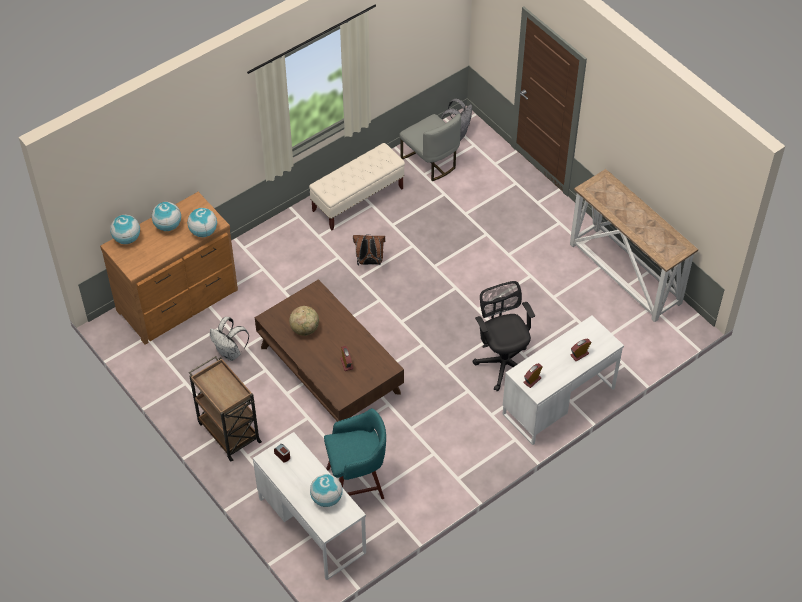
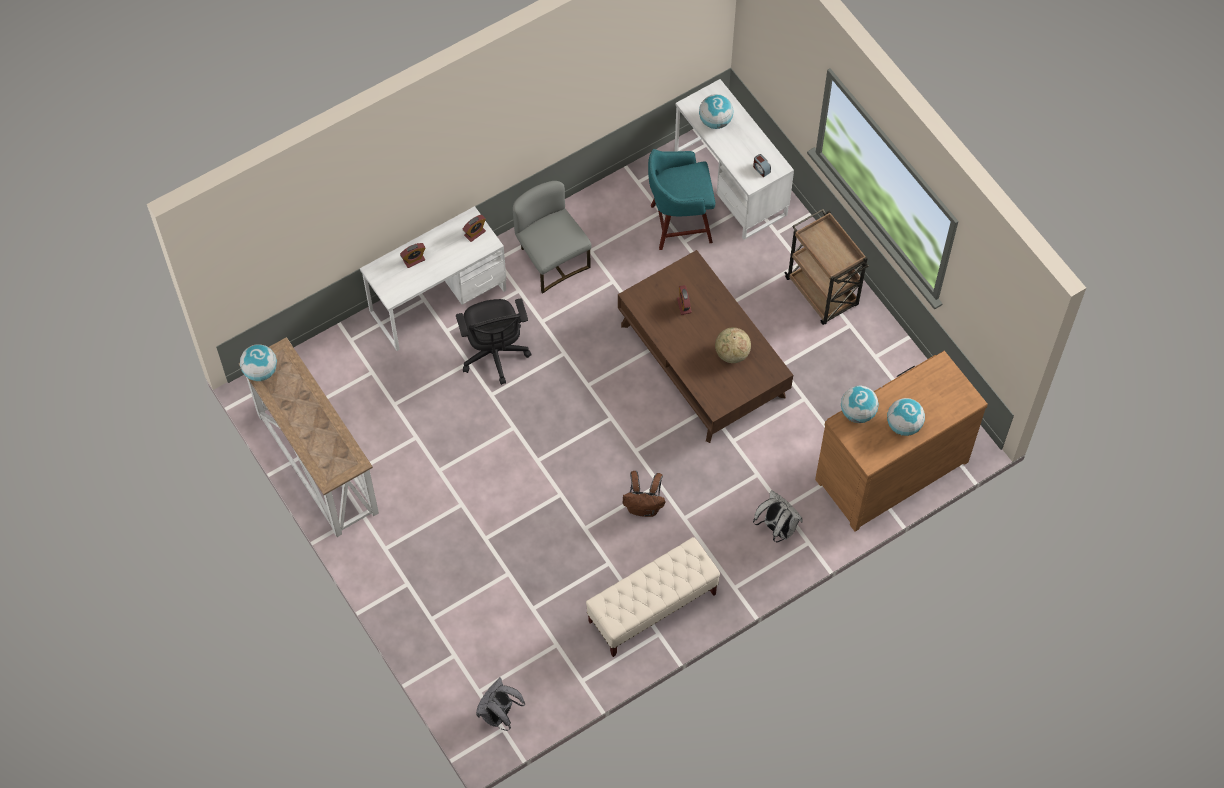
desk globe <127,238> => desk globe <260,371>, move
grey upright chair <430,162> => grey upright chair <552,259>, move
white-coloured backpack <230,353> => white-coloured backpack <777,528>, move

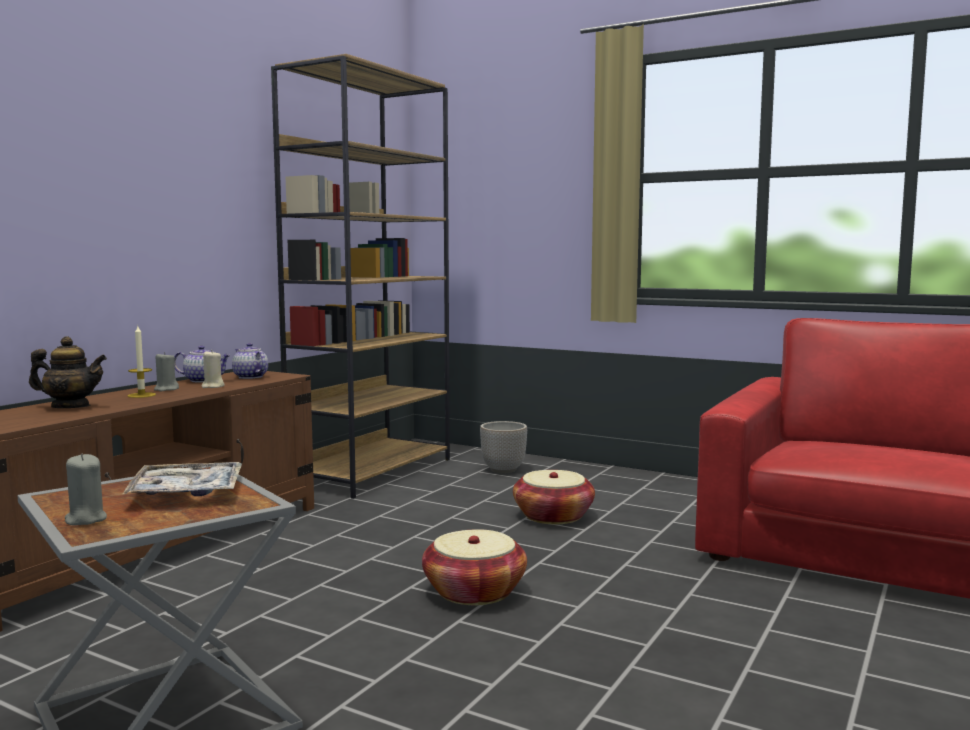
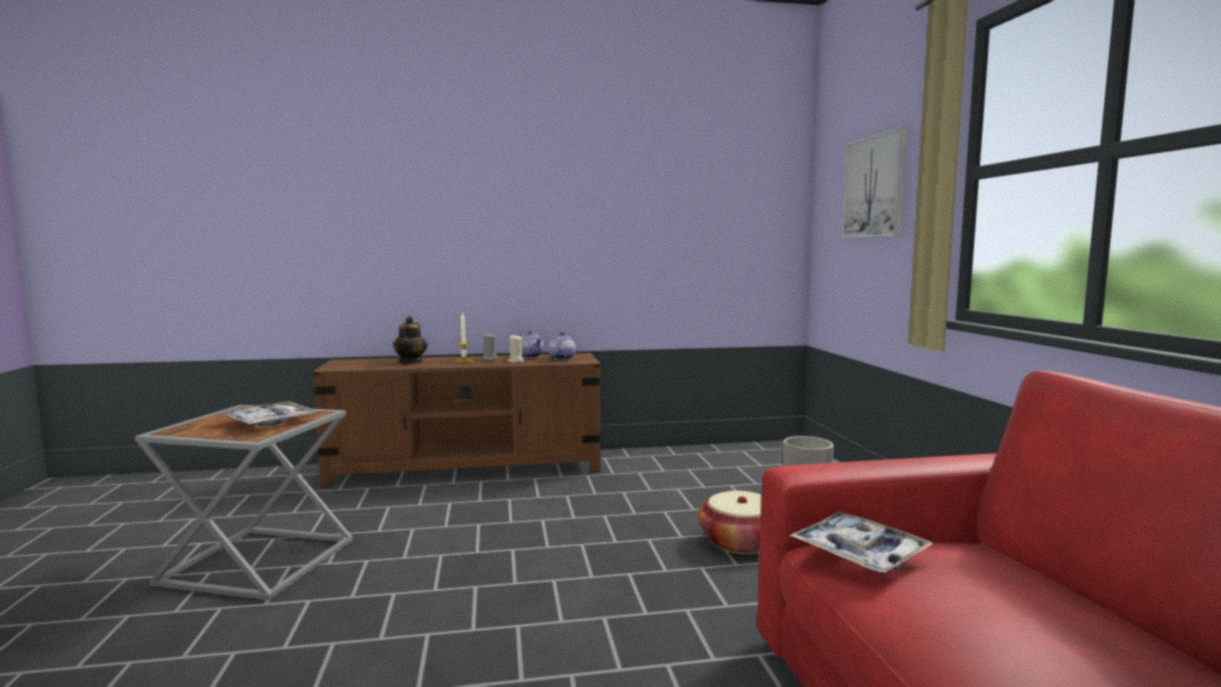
tea pot <70,407> => tea pot <411,362>, 45 degrees clockwise
nothing => carrying tray <859,553>
nothing => wall picture <875,187>
grey wax candle <85,519> => nothing
brown shelving unit <372,471> => nothing
storage basket <474,592> => nothing

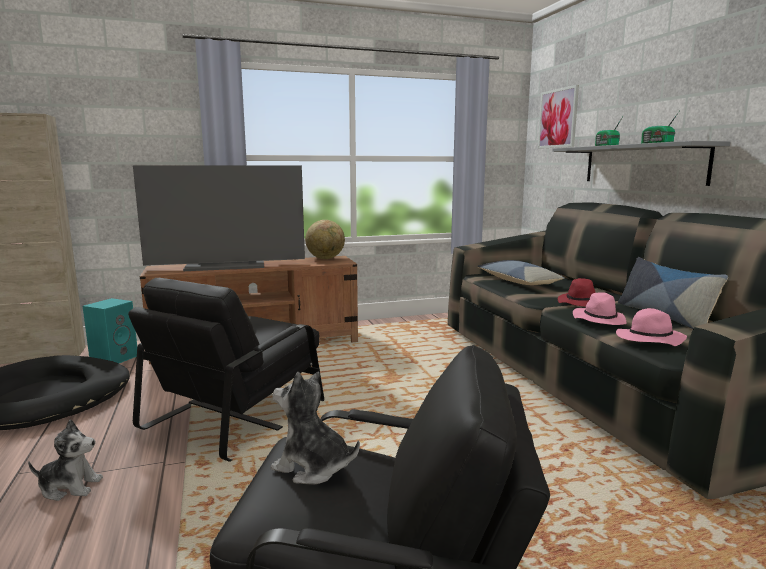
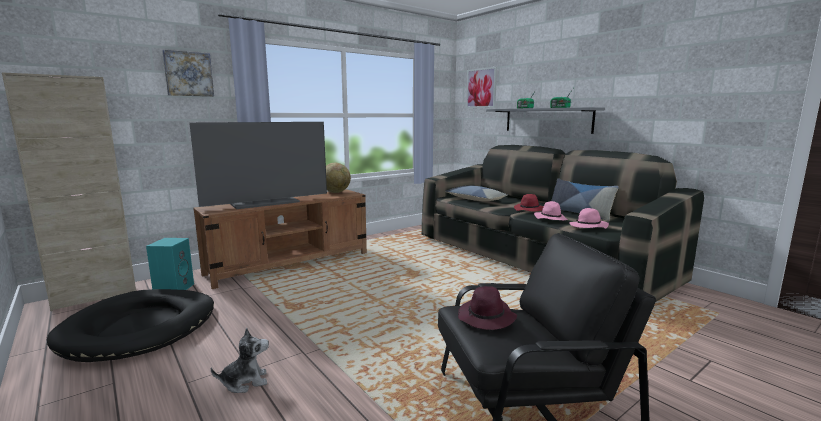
nothing => wall picture <188,74>
plush toy <312,467> => purplish clothing hat <486,318>
black-coloured easy chair <237,413> => nothing

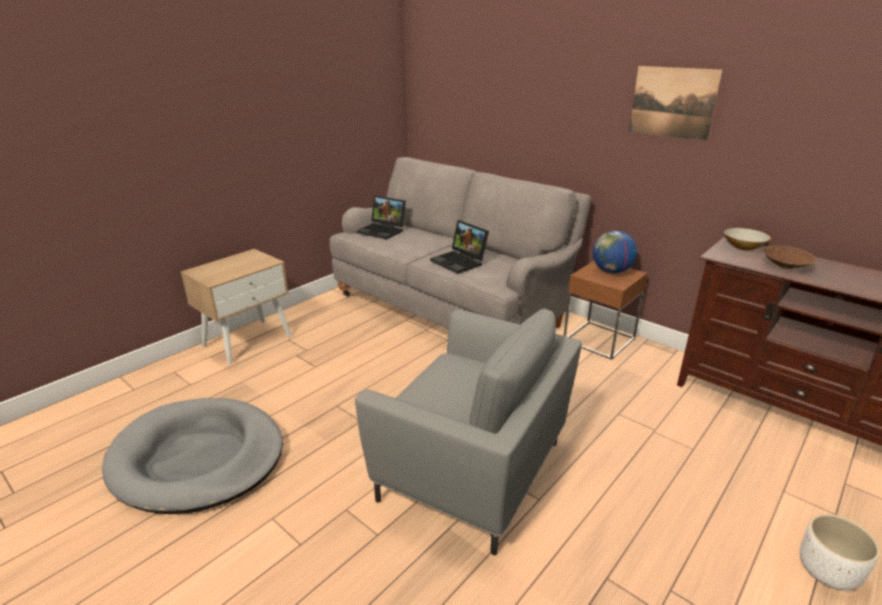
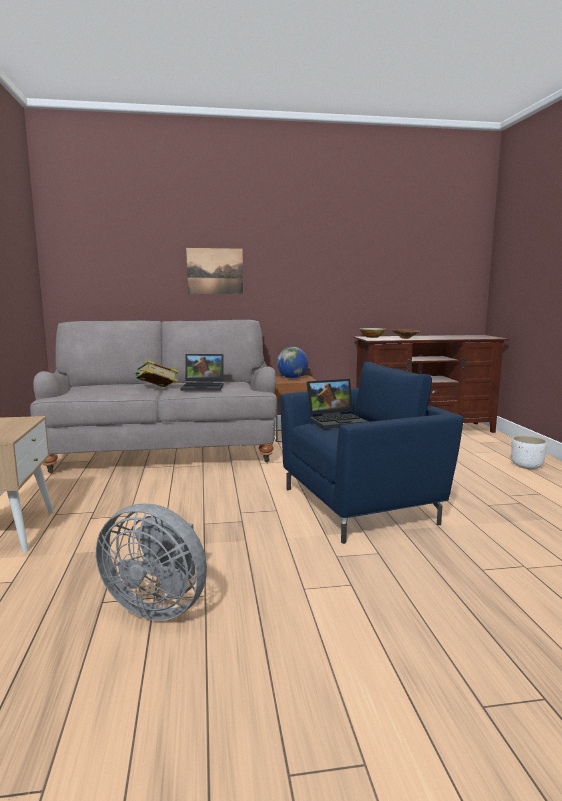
grey dog cushion <198,458> => grey cooling fan <158,605>
nothing => bound book <156,389>
wall picture <672,102> => wall picture <215,271>, move
grey easy chair <474,472> => bluish easy chair <361,505>
notebook computer <383,231> => notebook computer <336,420>, move

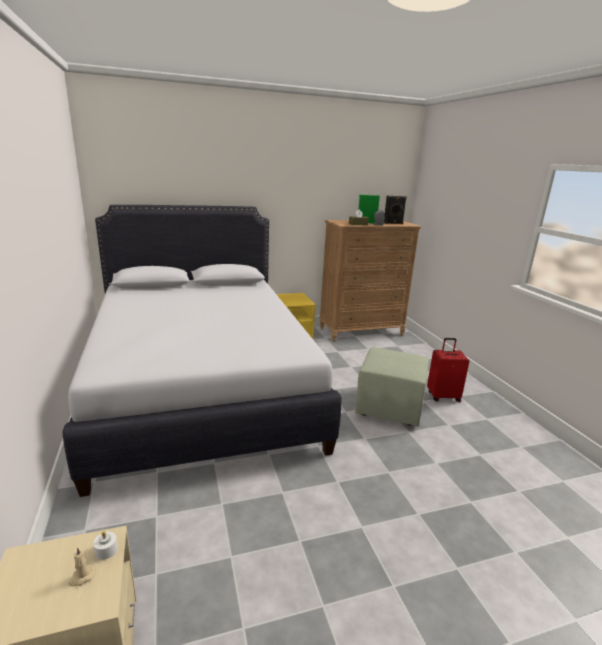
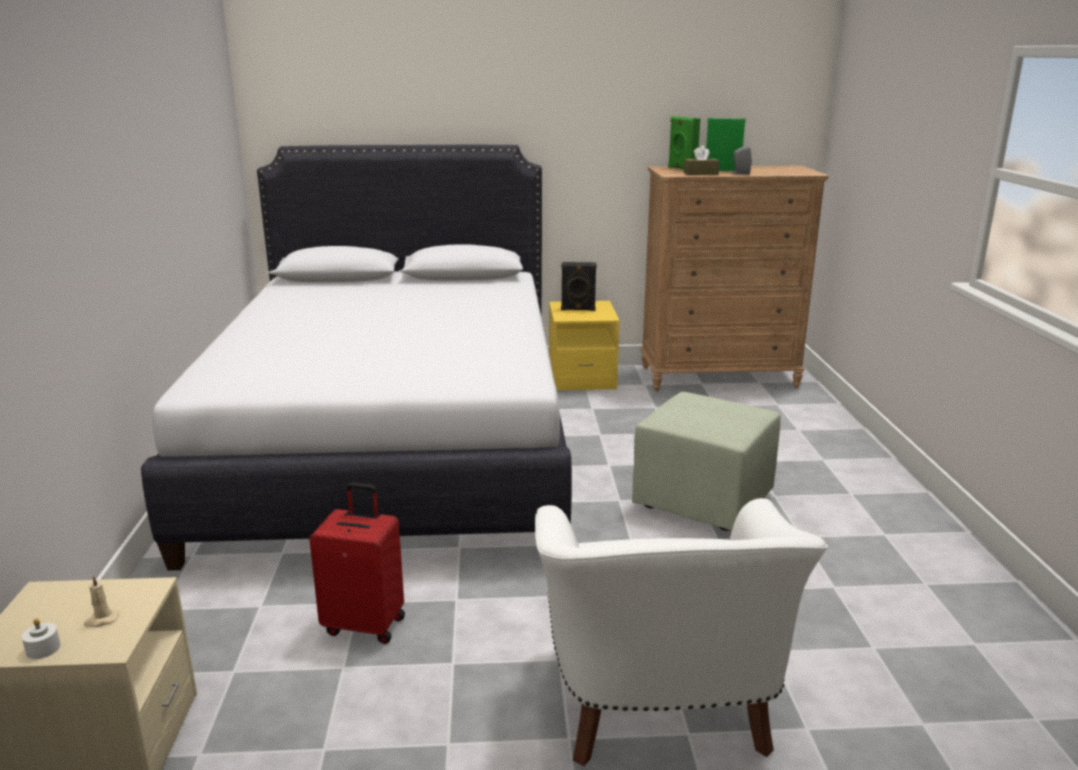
white-coloured wax candle <106,550> => white-coloured wax candle <43,649>, move
reddish travel case <443,396> => reddish travel case <365,624>, move
nothing => white-coloured easy chair <658,706>
black-coloured speaker <393,223> => black-coloured speaker <578,309>, move
nothing => green speaker <681,169>

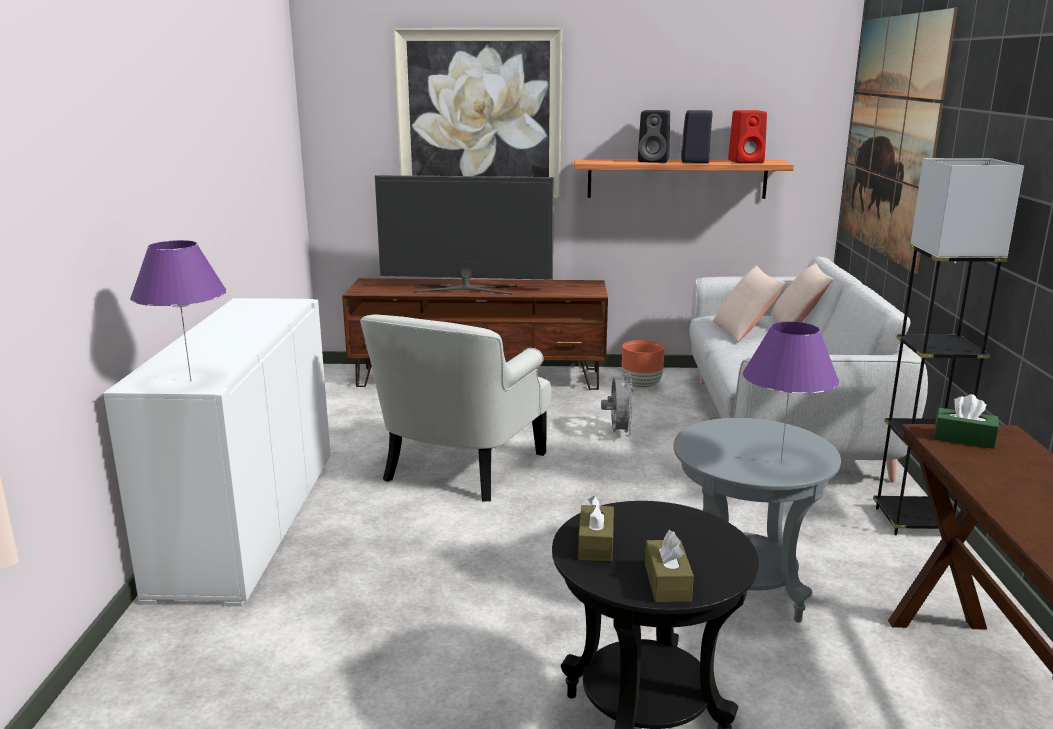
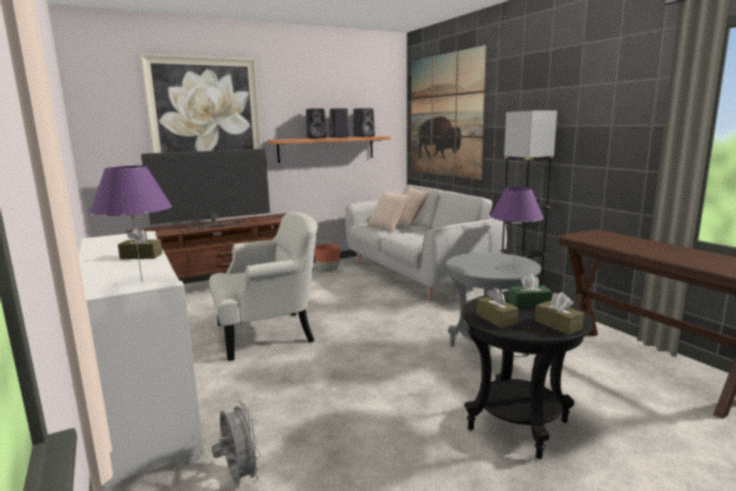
nothing => brown tissue box <141,256>
white-coloured easy chair <460,467> => white-coloured easy chair <268,333>, 105 degrees counterclockwise
grey cooling fan <618,433> => grey cooling fan <239,477>, move
reddish speaker <747,161> => black-coloured speaker <364,136>
green tissue box <963,438> => green tissue box <529,304>, move

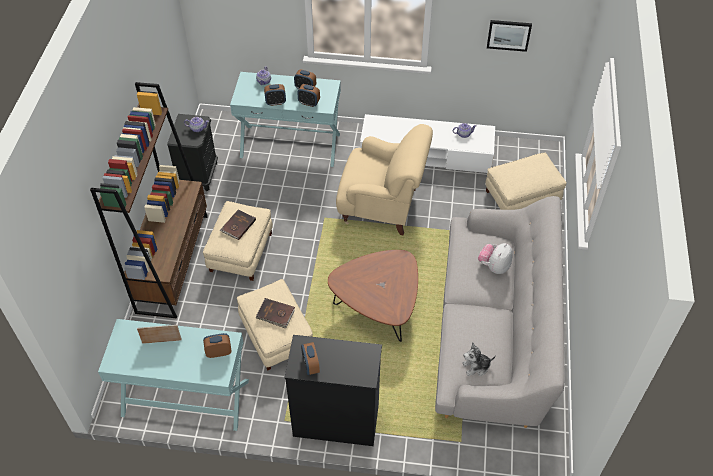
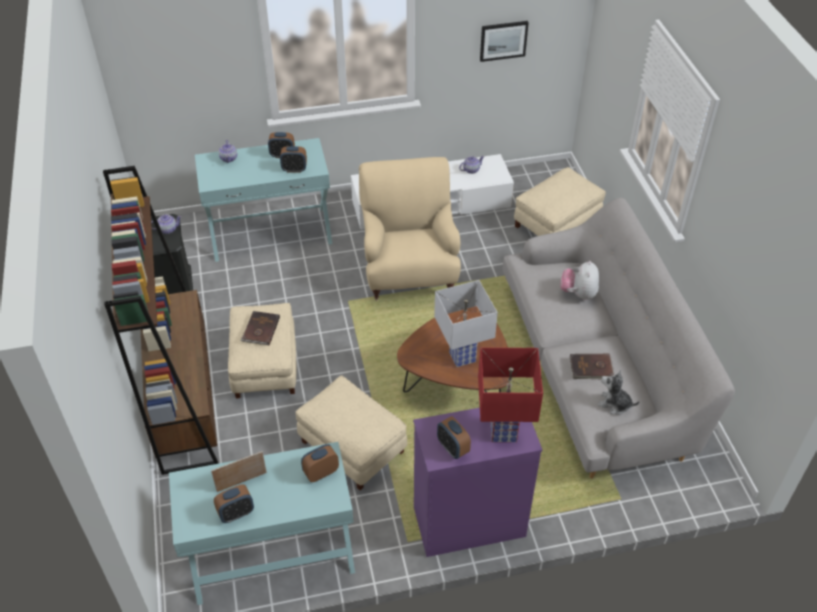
bedside clock <275,102> => bedside clock <236,513>, move
beige easy chair <382,207> => beige easy chair <409,272>, 90 degrees counterclockwise
black-coloured drawer chest <335,421> => purplish drawer chest <468,522>
nothing => white-coloured lamp for a table <463,357>
nothing => reddish lamp for a table <502,431>
brown bound book <275,314> => brown bound book <591,368>, move
plush toy <476,366> => plush toy <614,404>, 60 degrees clockwise

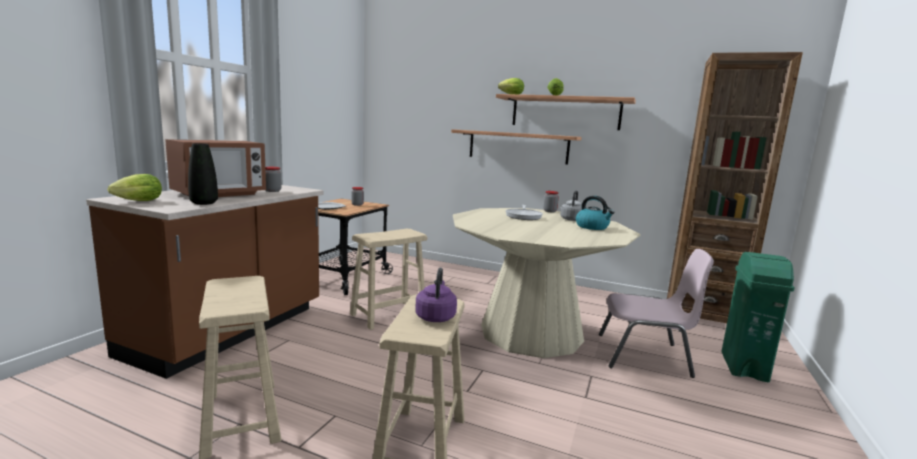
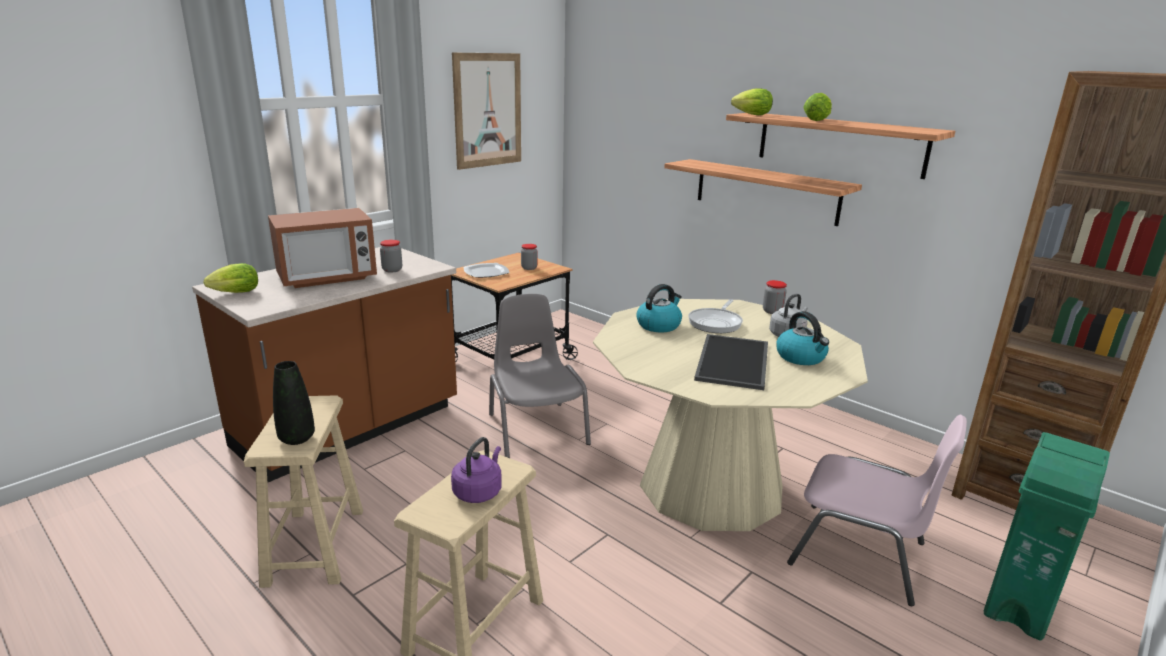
black-coloured vase <204,203> => black-coloured vase <297,438>, move
nothing => wall picture <488,110>
beige stool seat <388,314> => grey upright chair <536,428>
nothing => tea kettle <659,325>
nothing => carrying tray <734,362>

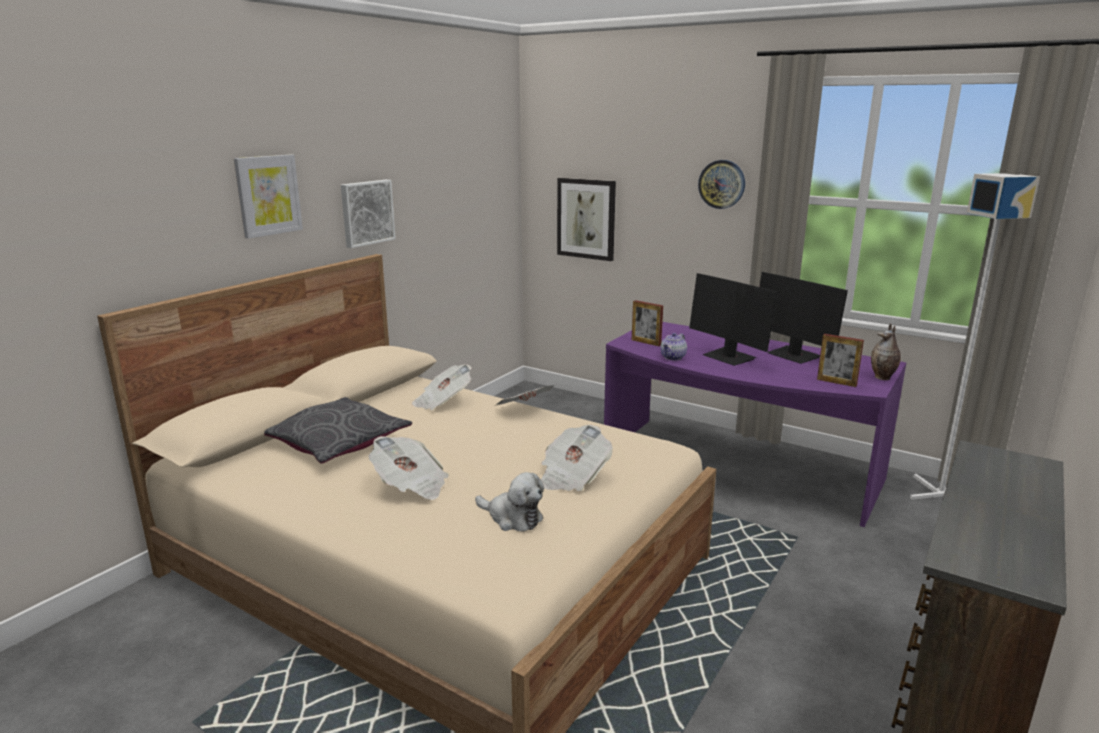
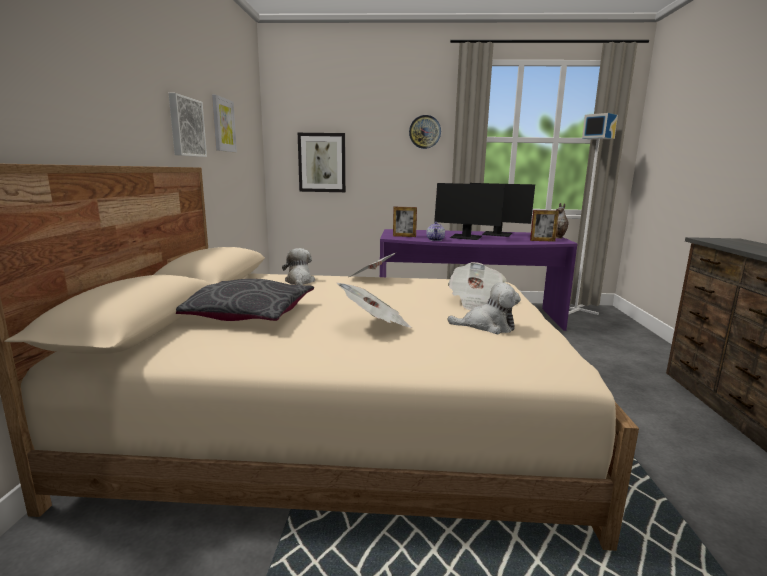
wall picture <268,195> => wall picture <223,125>, move
printed paper <442,402> => plush toy <299,282>

